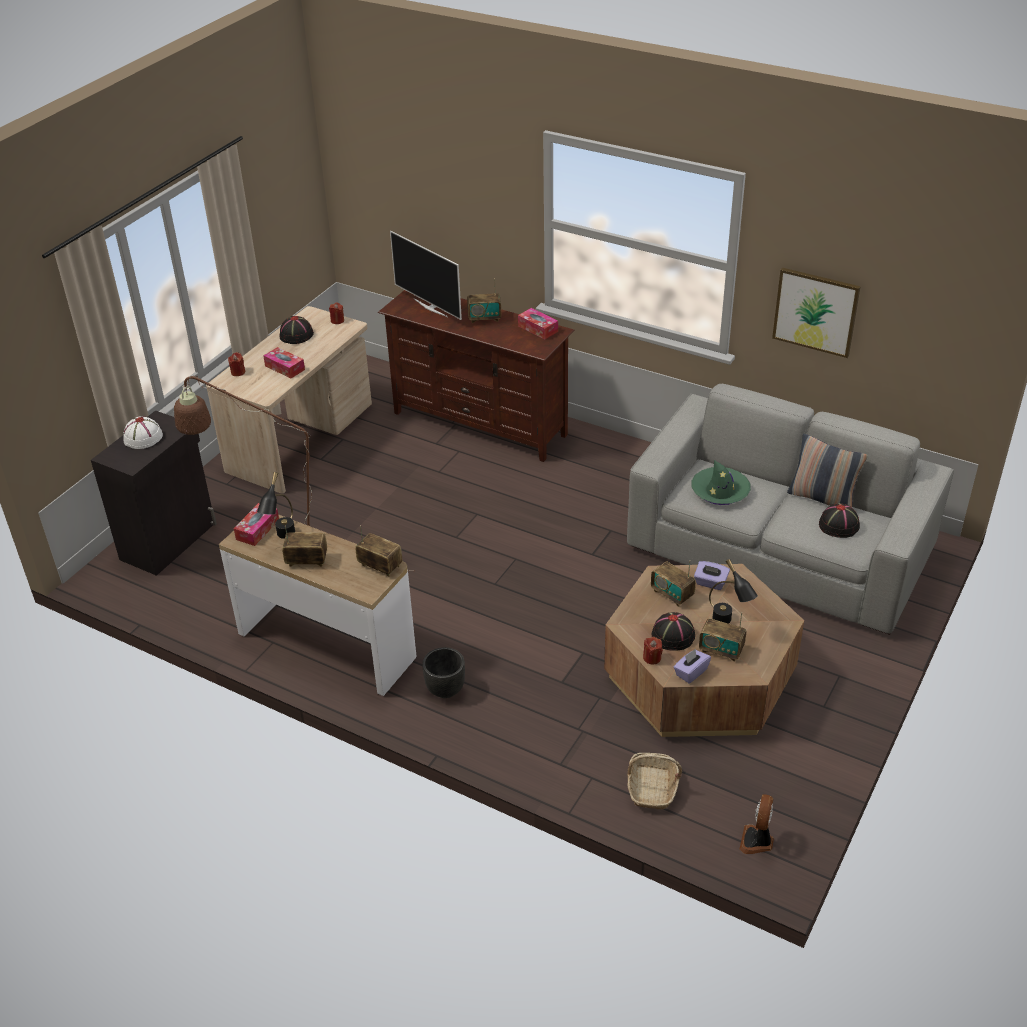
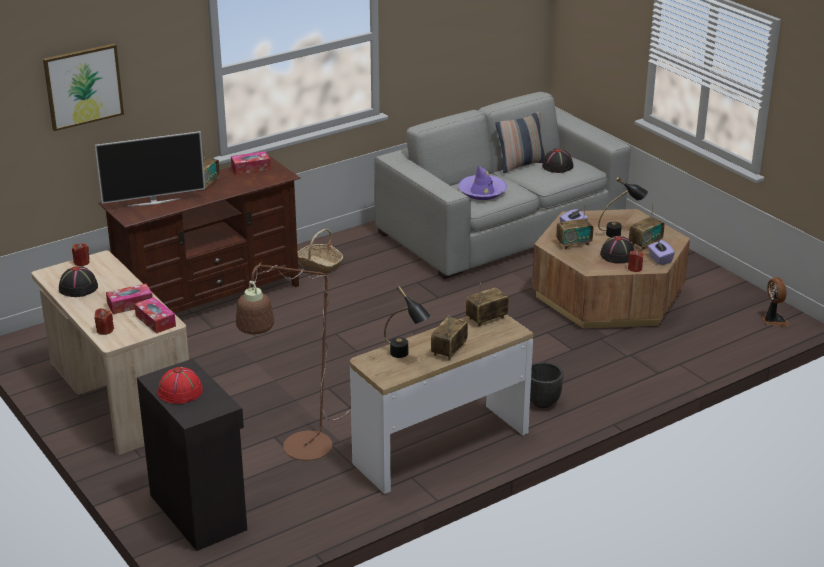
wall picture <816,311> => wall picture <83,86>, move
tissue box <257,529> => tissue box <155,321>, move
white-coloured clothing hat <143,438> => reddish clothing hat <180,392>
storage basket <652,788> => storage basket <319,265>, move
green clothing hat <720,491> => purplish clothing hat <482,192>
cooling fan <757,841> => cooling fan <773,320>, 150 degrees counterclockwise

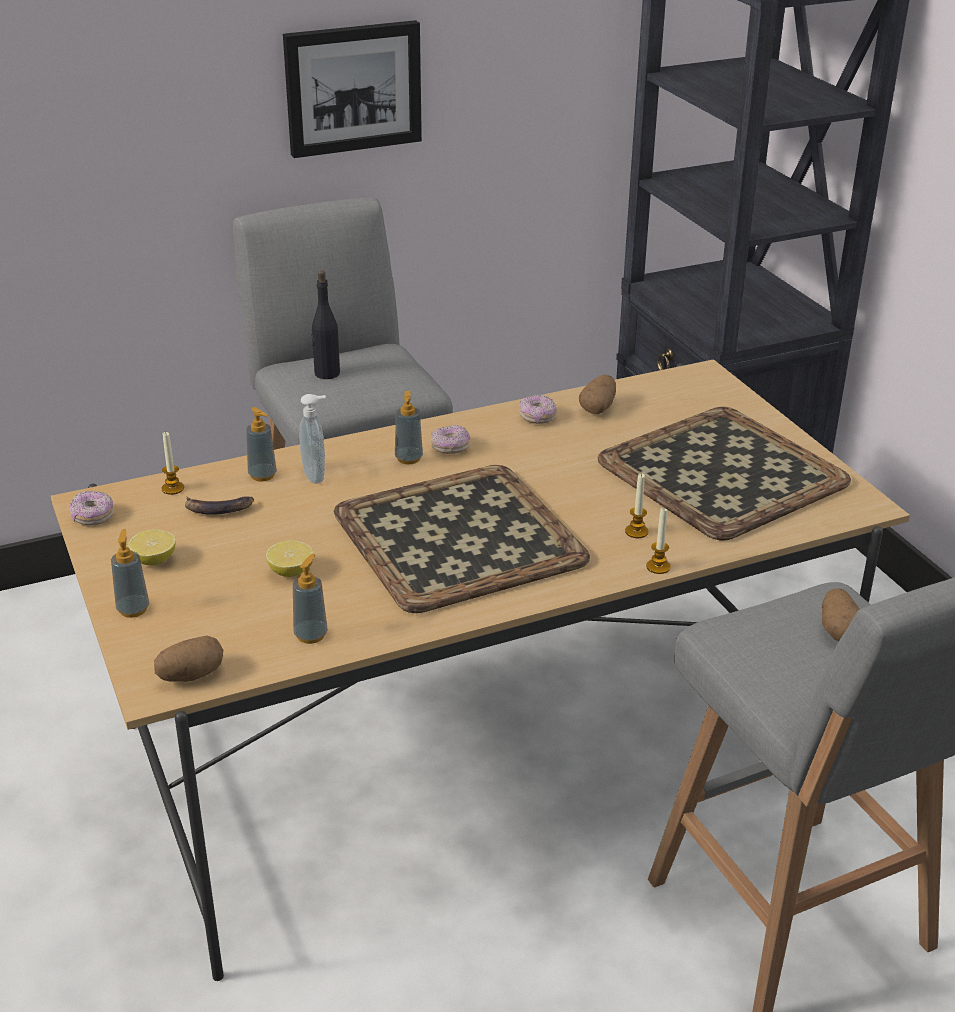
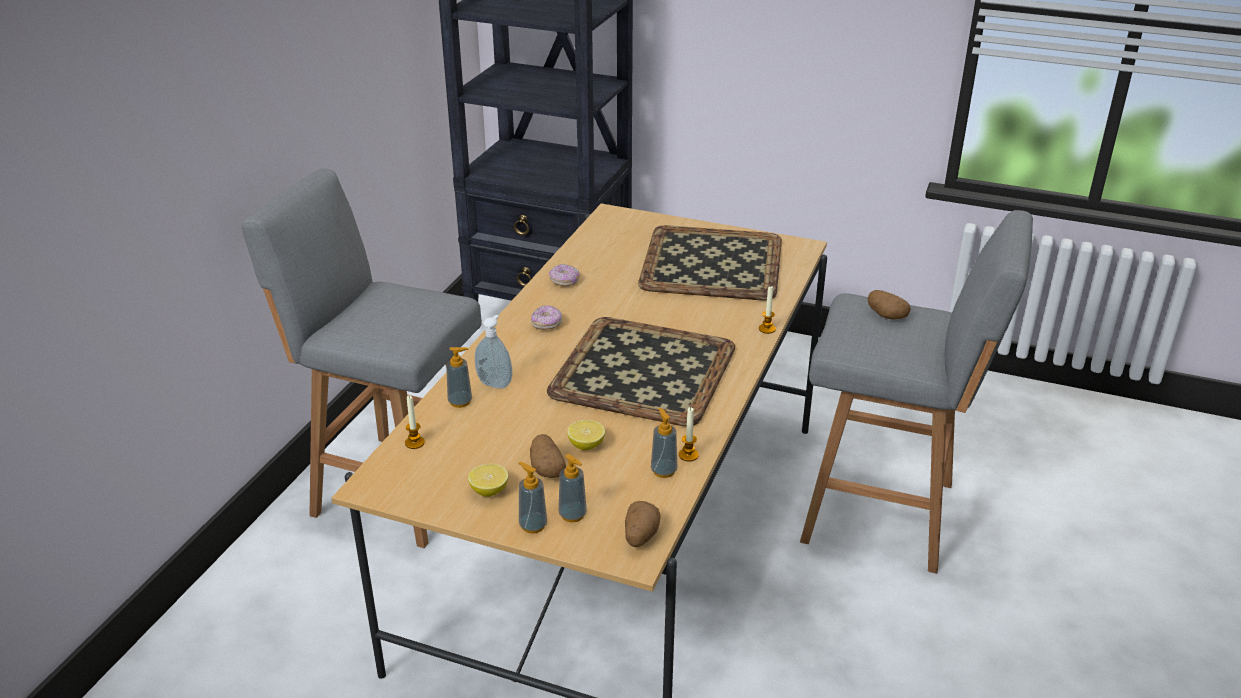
whole potato <598,408> => whole potato <546,468>, move
soap bottle <408,458> => soap bottle <572,515>, move
wax candle <636,532> => wax candle <688,455>, move
donut <92,517> => nothing
banana fruit <218,508> => nothing
wall picture <353,88> => nothing
black-coloured bottle <326,373> => nothing

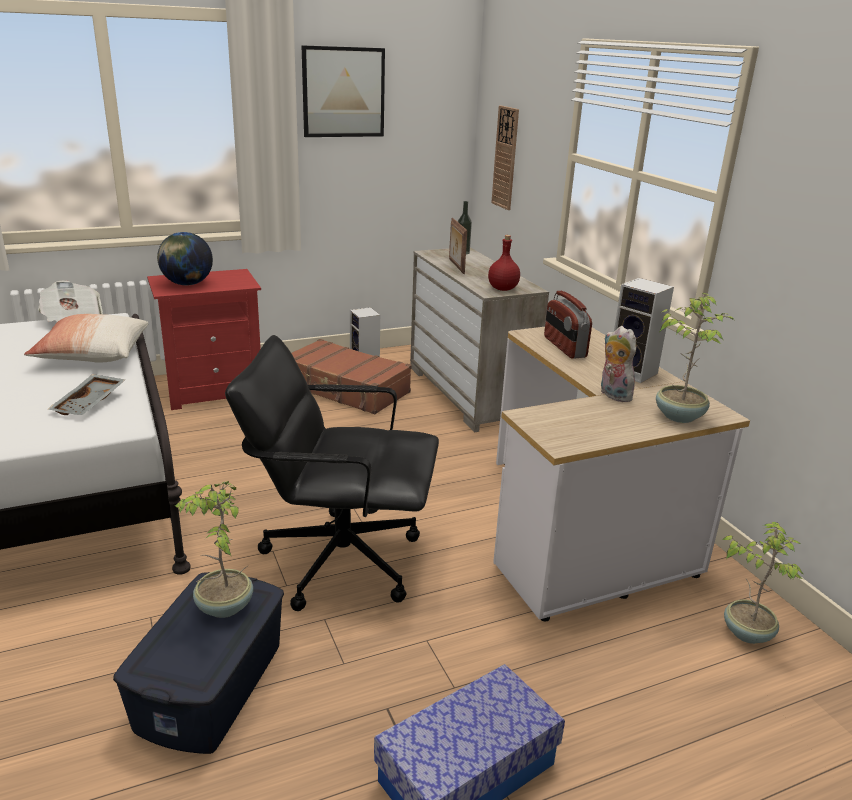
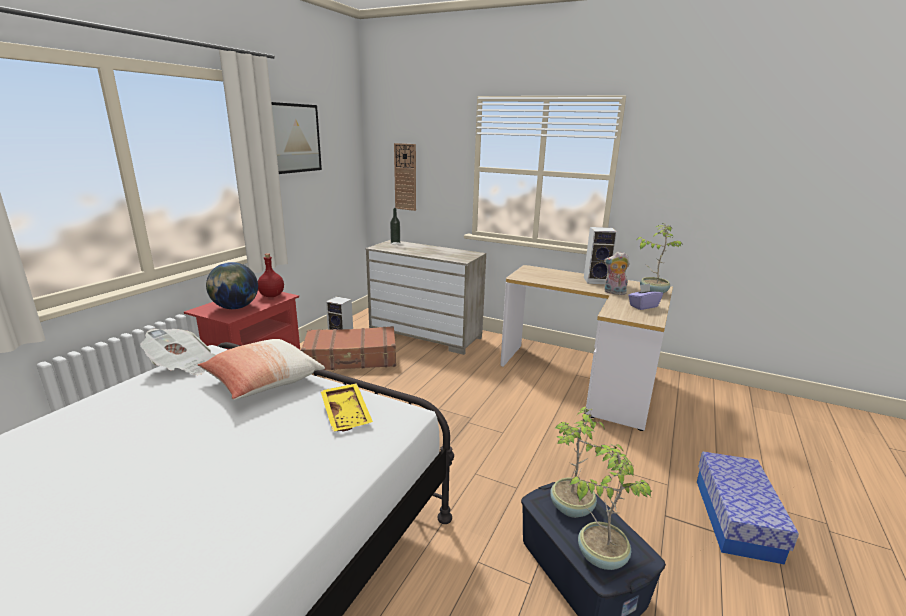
reddish bottle <503,289> => reddish bottle <272,296>, move
grey carrying tray <90,403> => yellow carrying tray <347,414>
potted plant <747,632> => potted plant <600,556>, move
nothing => purplish tissue box <643,306>
black-coloured computer chair <340,559> => nothing
photo frame <455,266> => nothing
radio <564,347> => nothing

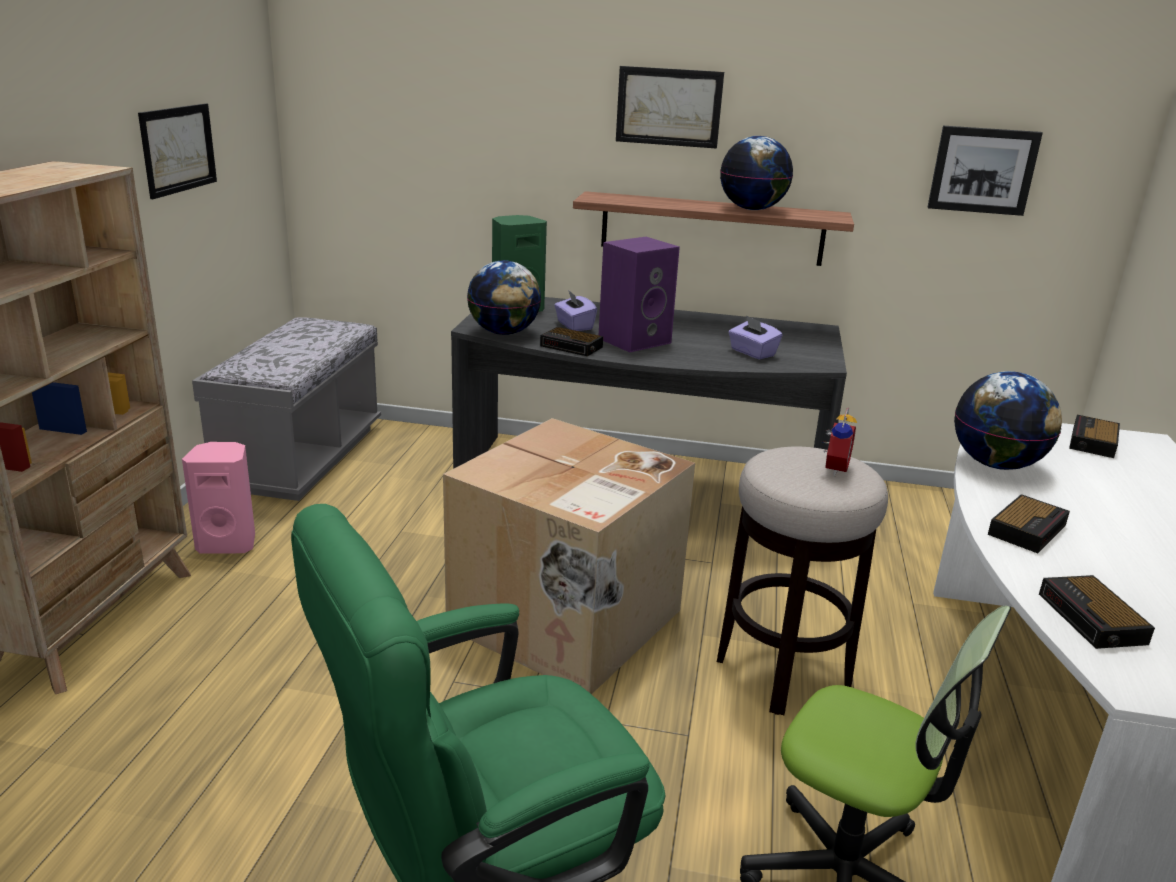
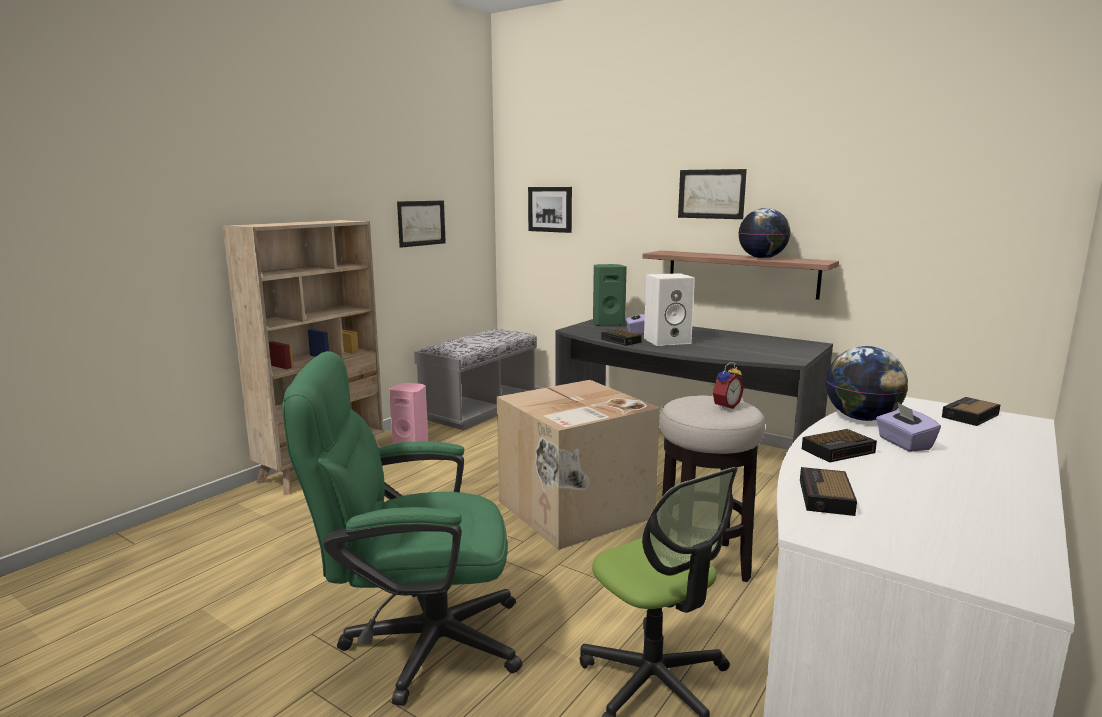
wall picture <982,170> => wall picture <550,209>, move
purplish speaker <635,340> => white-coloured speaker <667,341>
purplish tissue box <752,353> => purplish tissue box <904,444>, move
desk globe <503,333> => nothing

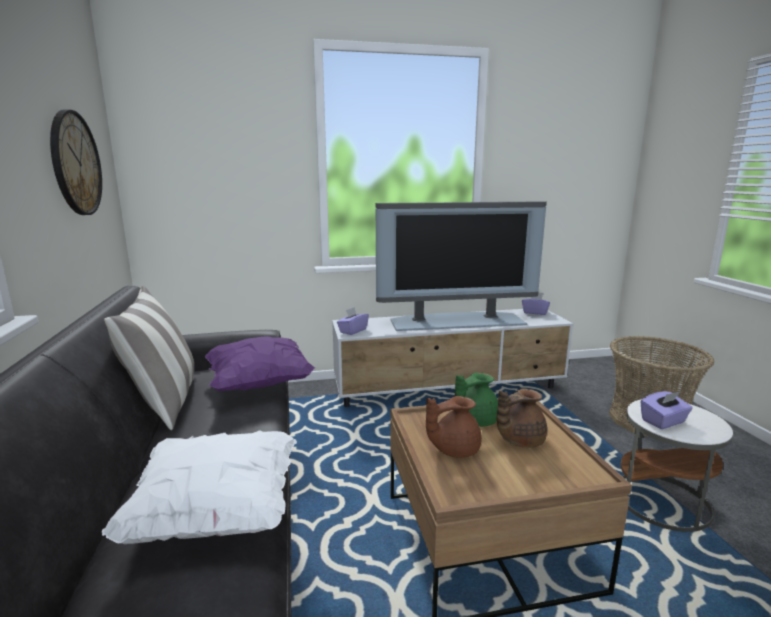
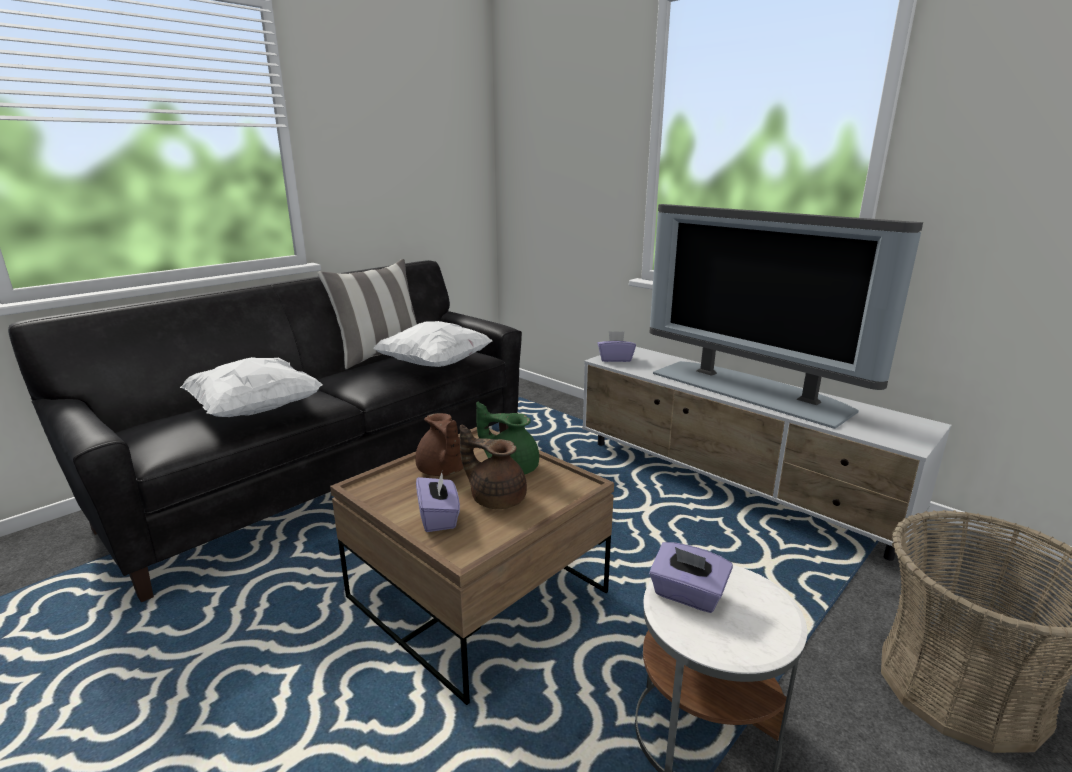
purplish cushion <260,384> => white-coloured cushion <435,365>
brown tea pot <453,449> => brown tea pot <442,471>, 150 degrees counterclockwise
purplish tissue box <535,312> => purplish tissue box <439,517>, move
clock on the wall <75,163> => nothing

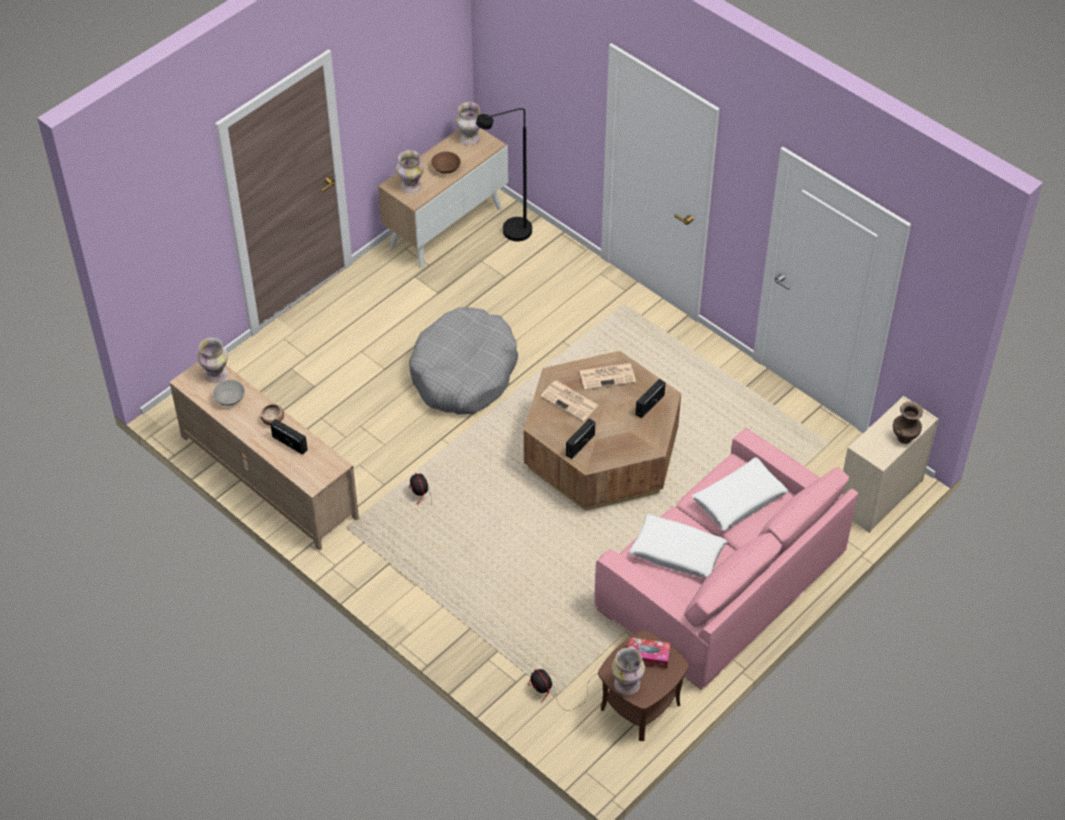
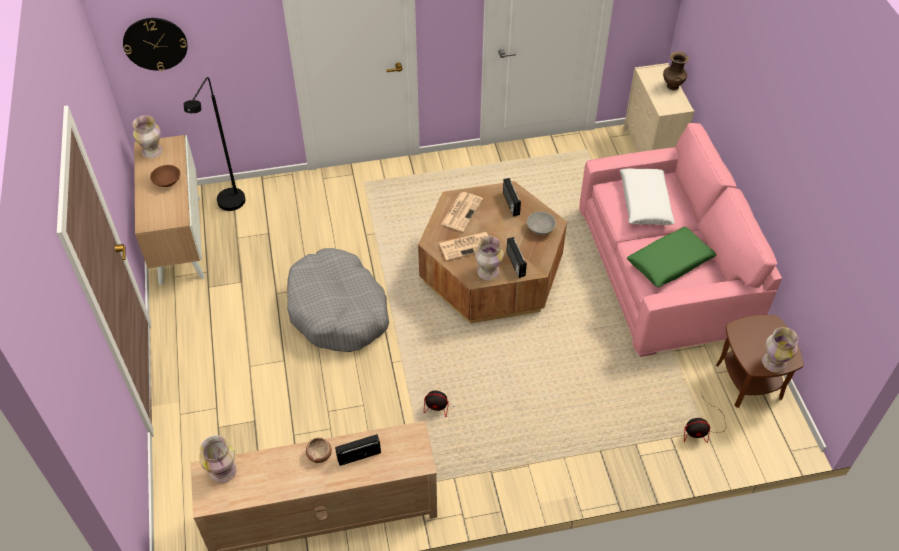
nothing => clock on the wall <155,43>
vase <410,186> => vase <487,272>, move
grey bowl <229,398> => grey bowl <540,229>, move
white-coloured cushion <677,553> => green cushion <670,263>
tissue box <647,656> => nothing

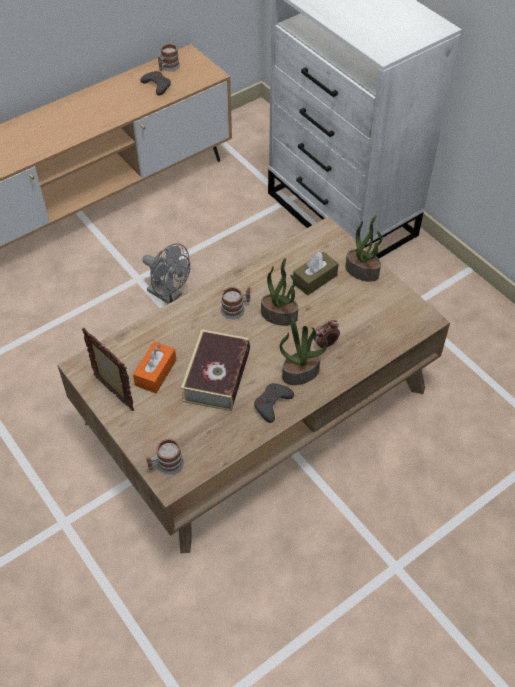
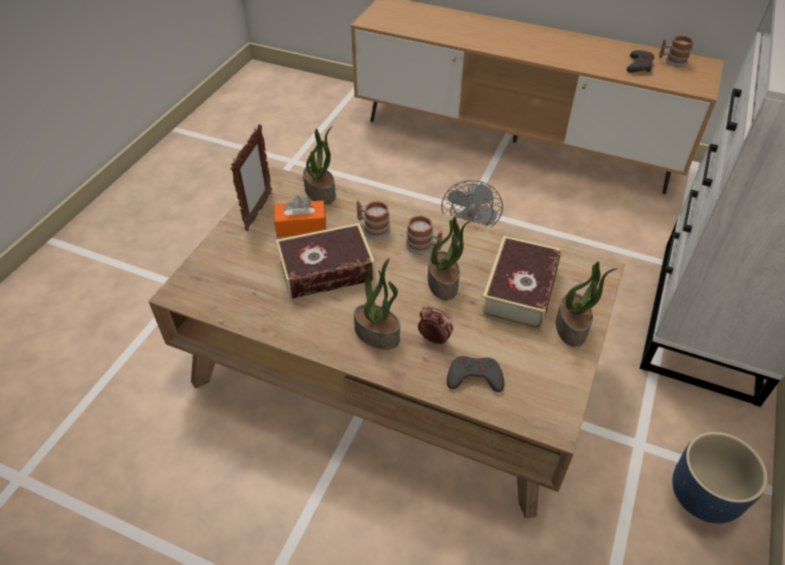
nothing => potted plant <321,193>
tea mug <165,465> => tea mug <372,228>, move
grey joypad <272,404> => grey joypad <474,377>, move
brown tissue box <315,279> => bound book <519,291>
nothing => bluish flower pot <703,497>

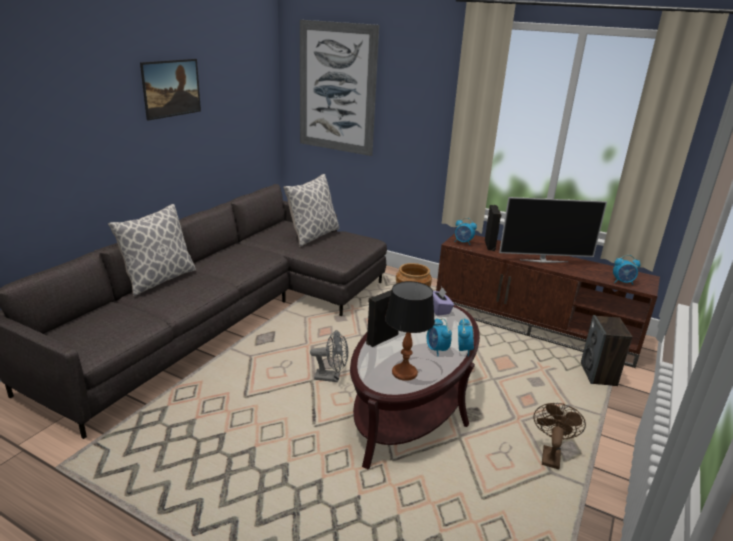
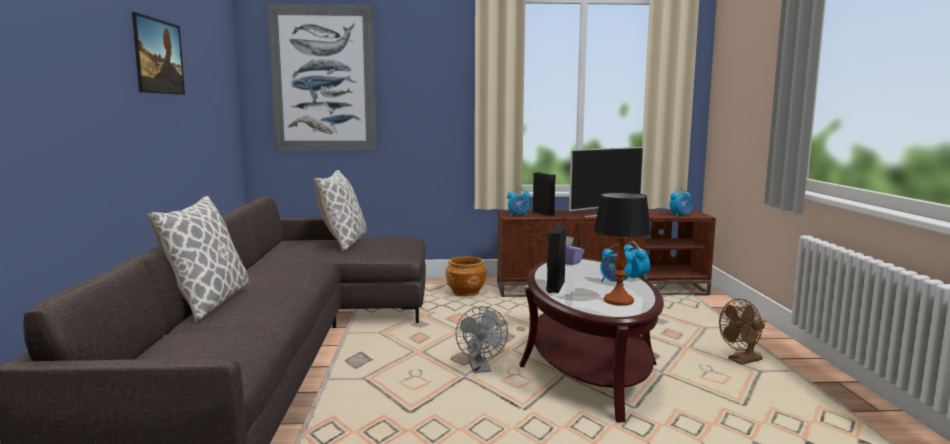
grey cooling fan <331,377> => grey cooling fan <481,369>, 105 degrees clockwise
brown cooling fan <550,454> => brown cooling fan <741,361>, 105 degrees counterclockwise
speaker <598,375> => nothing

